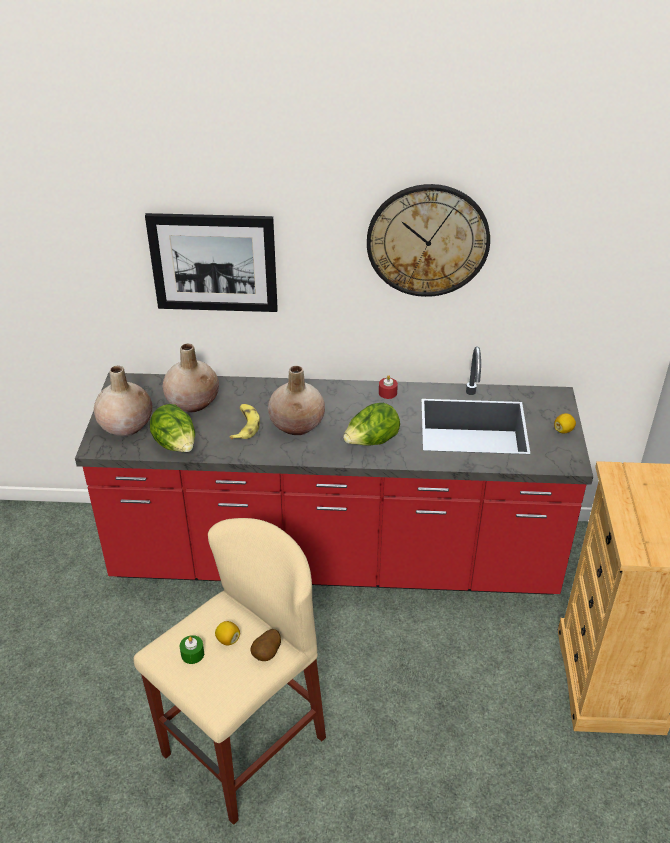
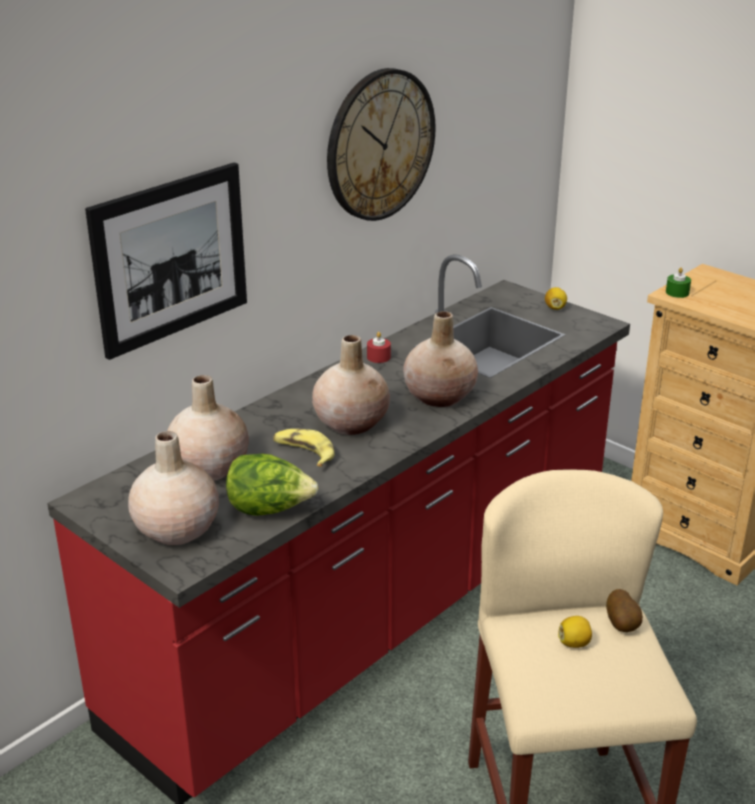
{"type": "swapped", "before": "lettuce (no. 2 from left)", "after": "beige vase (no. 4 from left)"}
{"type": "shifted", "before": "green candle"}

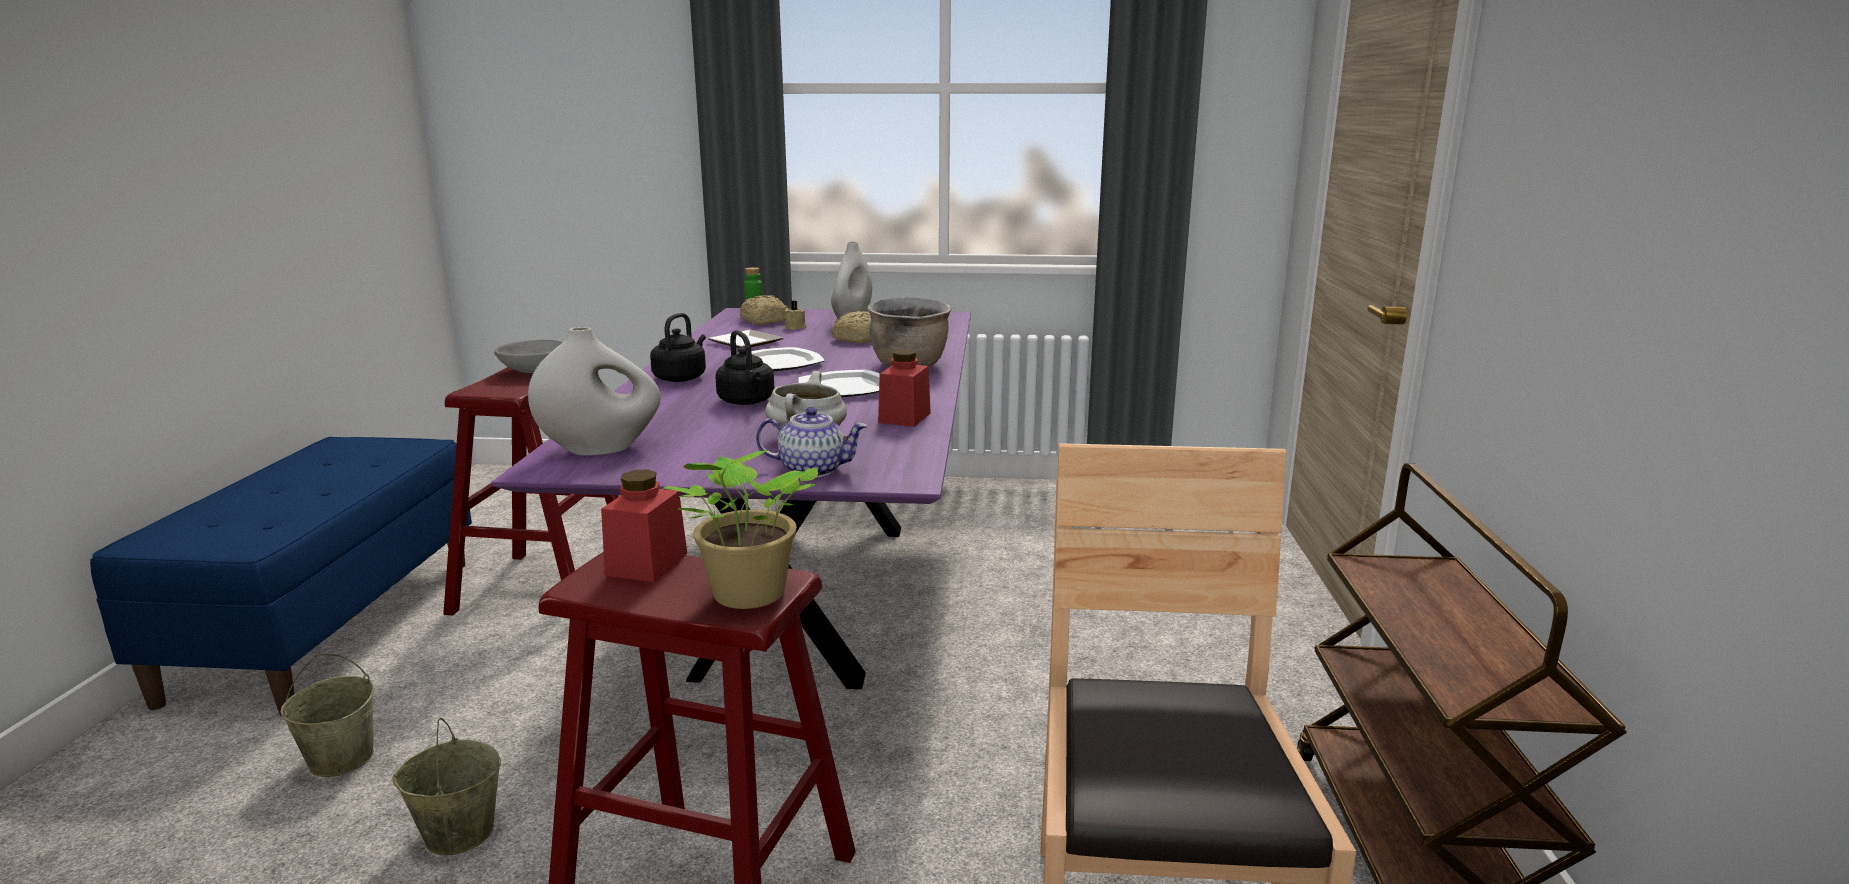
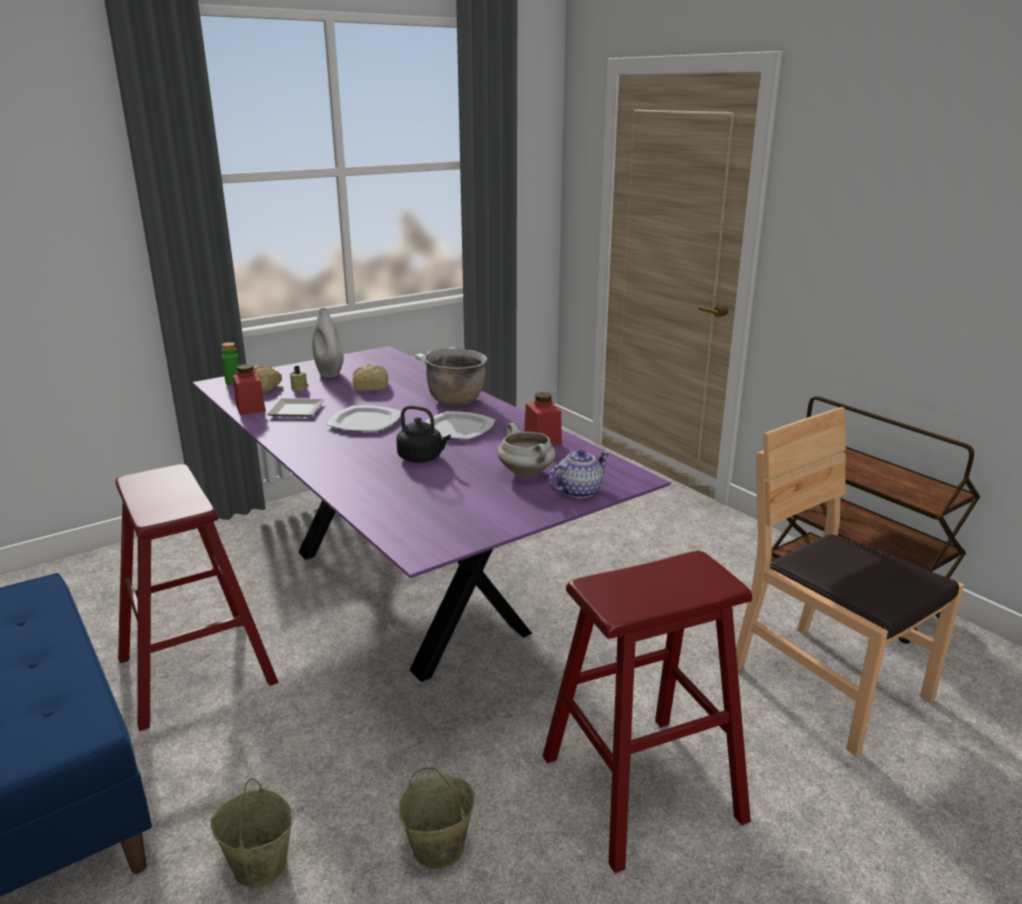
{"type": "shifted", "before": "red jar (no. 1 from left)"}
{"type": "gone", "before": "grey bowl"}
{"type": "gone", "before": "white vase (no. 1 from left)"}
{"type": "gone", "before": "black kettle (no. 1 from left)"}
{"type": "gone", "before": "potted plant"}

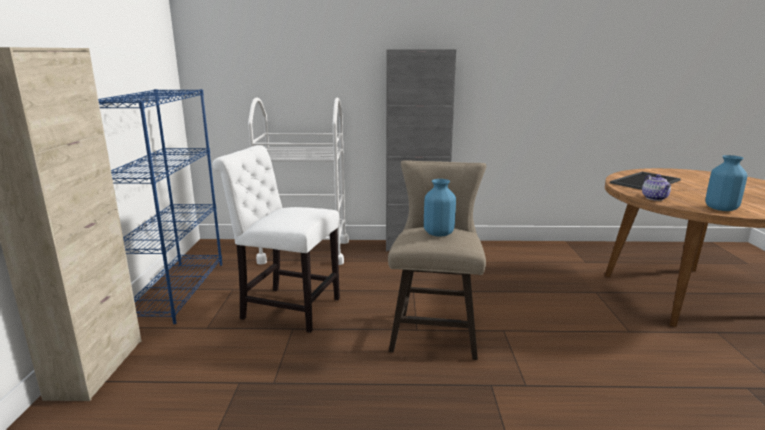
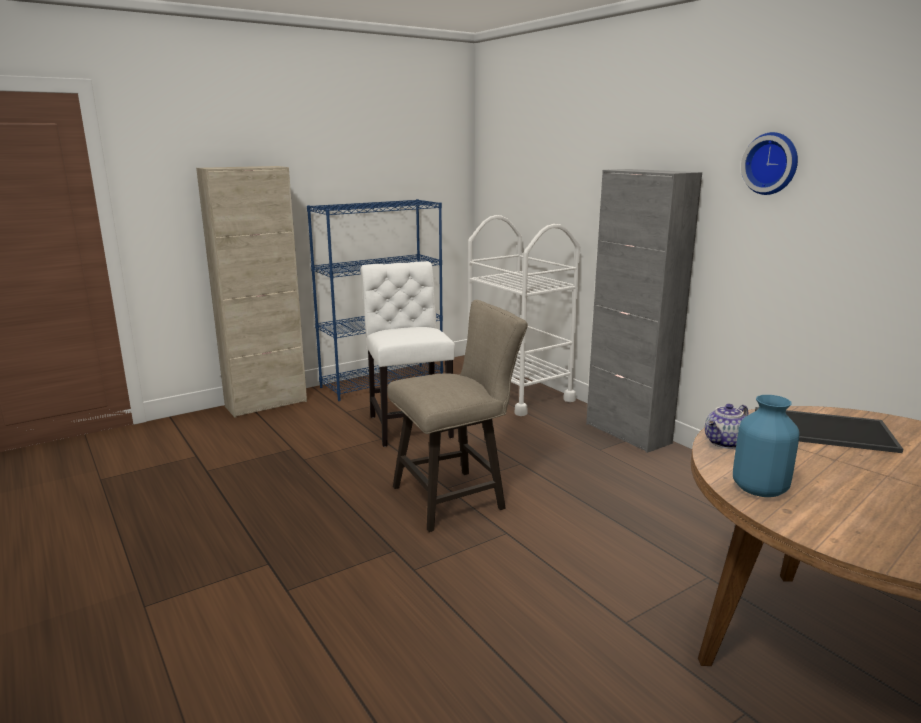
{"type": "new", "after": "wall clock"}
{"type": "gone", "before": "blue vase (no. 1 from left)"}

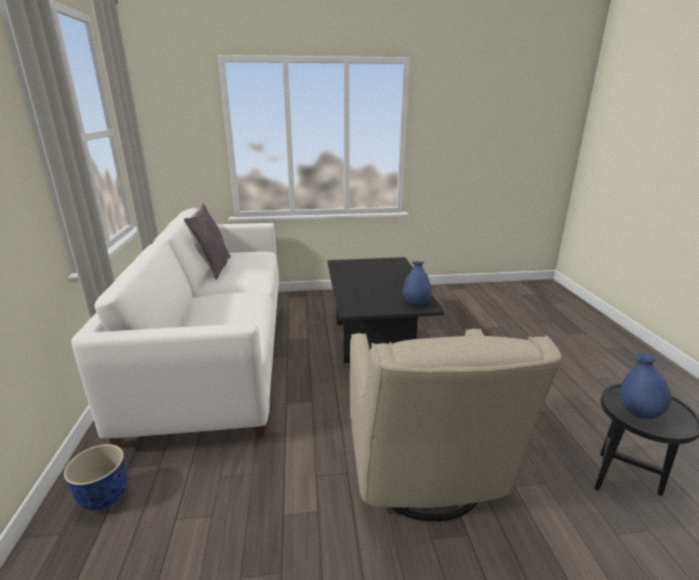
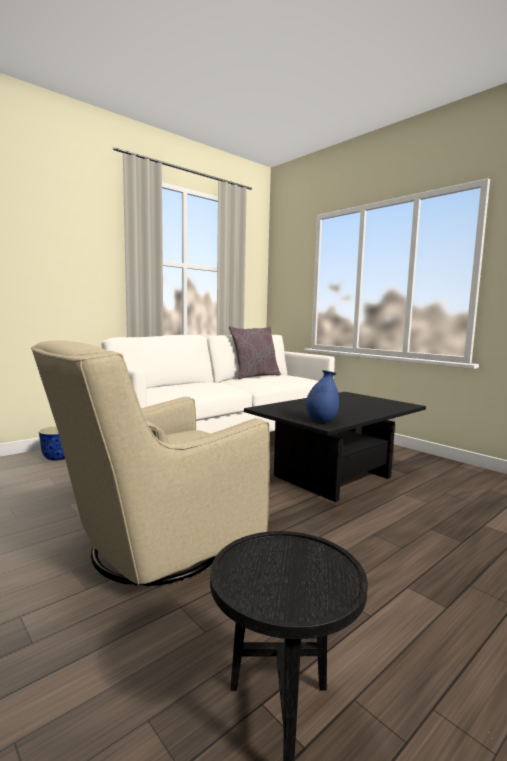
{"type": "gone", "before": "blue vase (no. 2 from left)"}

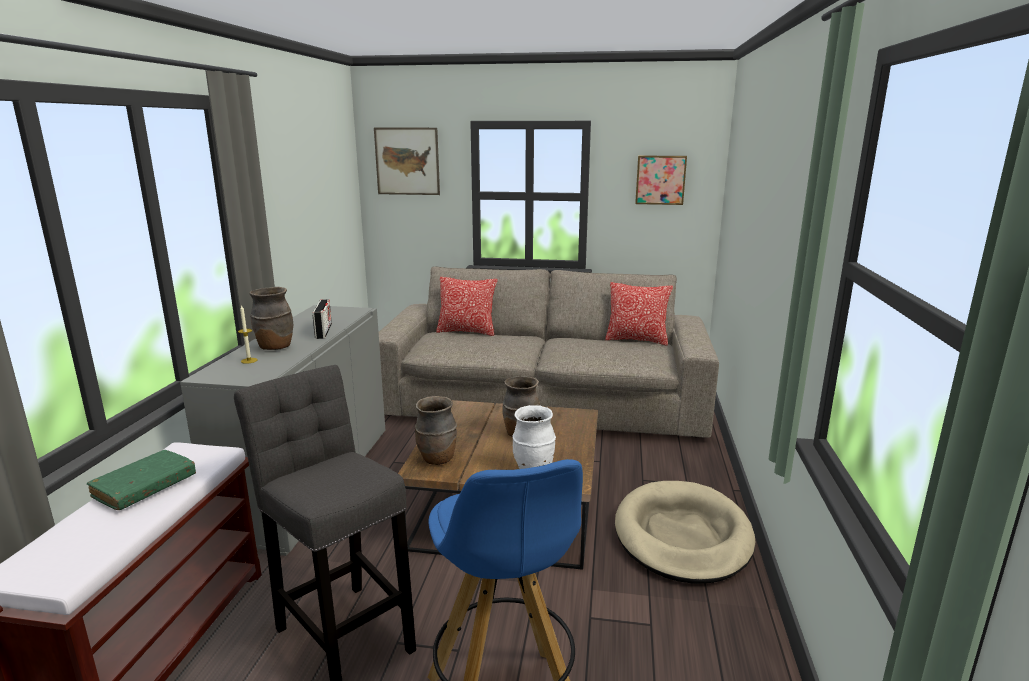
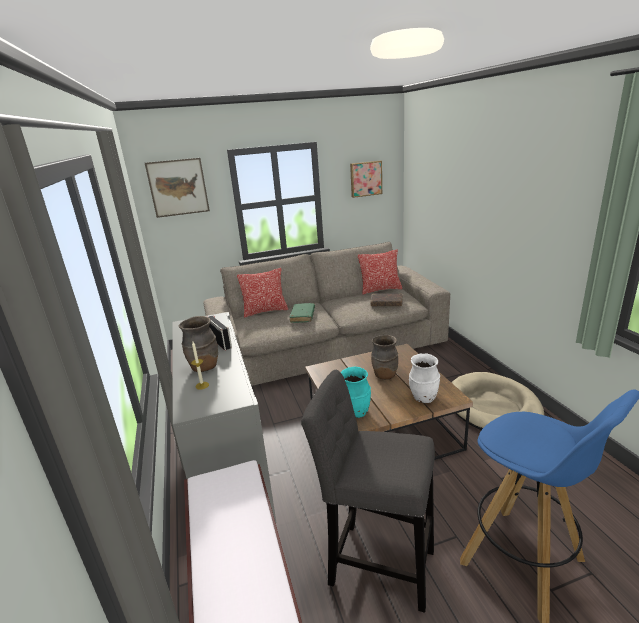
{"type": "shifted", "before": "green book"}
{"type": "repainted", "before": "brown vase (no. 2 from left)", "after": "turquoise vase"}
{"type": "new", "after": "brown book"}

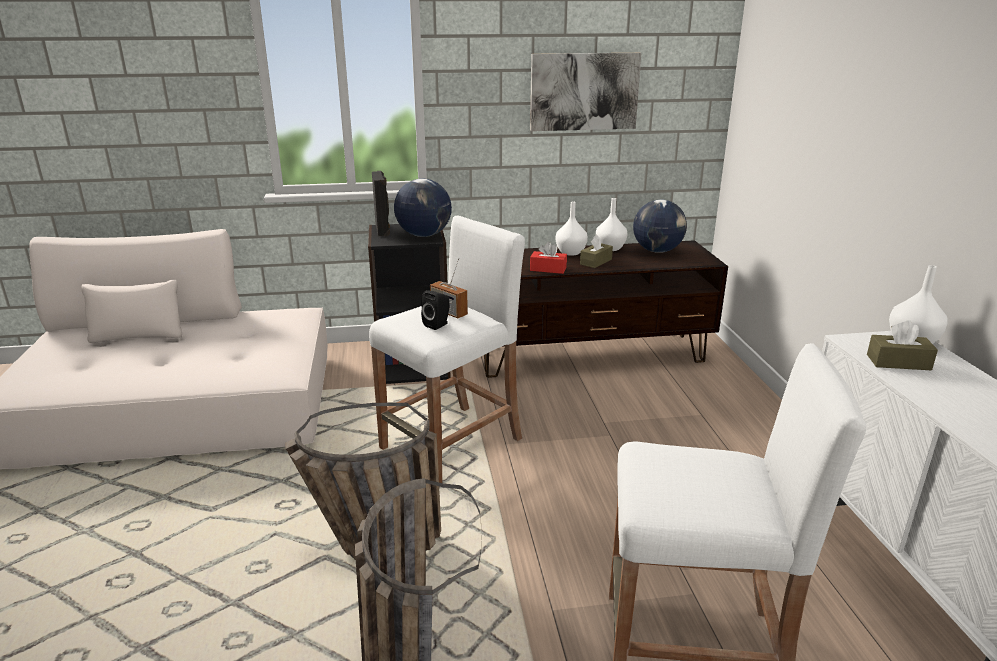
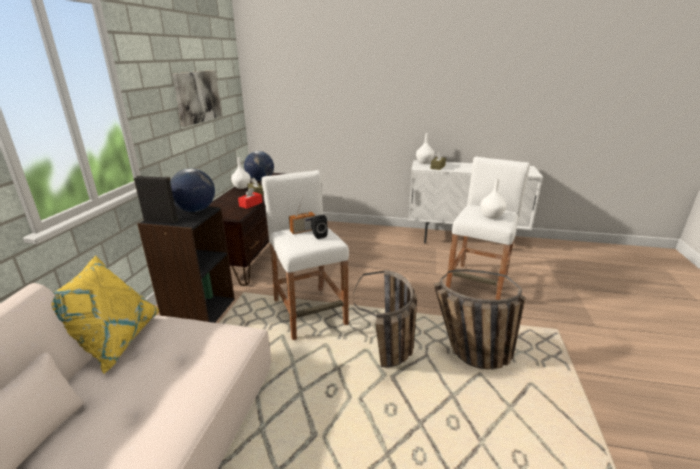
{"type": "new", "after": "yellow pillow"}
{"type": "shifted", "before": "white vase (no. 1 from left in the first image)", "after": "white vase (no. 3 from left)"}

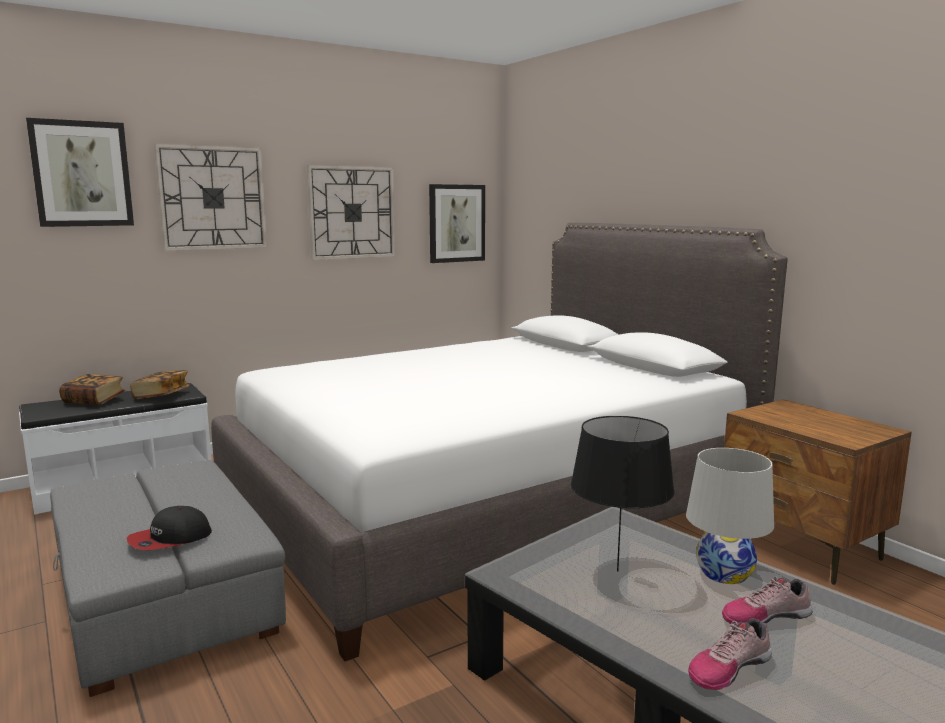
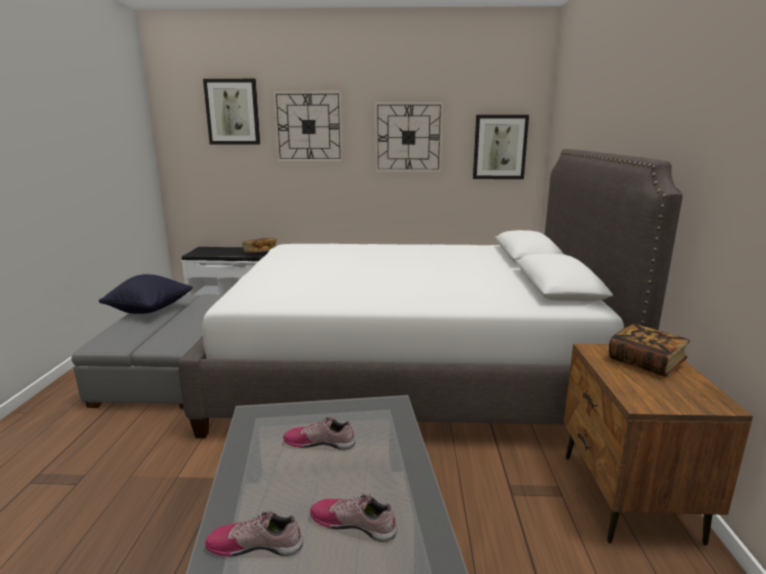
{"type": "new", "after": "black pillow"}
{"type": "swapped", "before": "black table lamp", "after": "shoe (no. 2 from left)"}
{"type": "shifted", "before": "book (no. 1 from left in the first image)", "after": "book (no. 2 from left)"}
{"type": "gone", "before": "cap"}
{"type": "gone", "before": "white table lamp"}

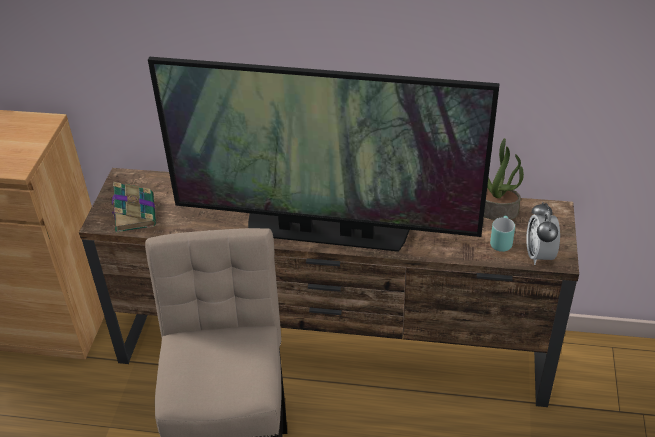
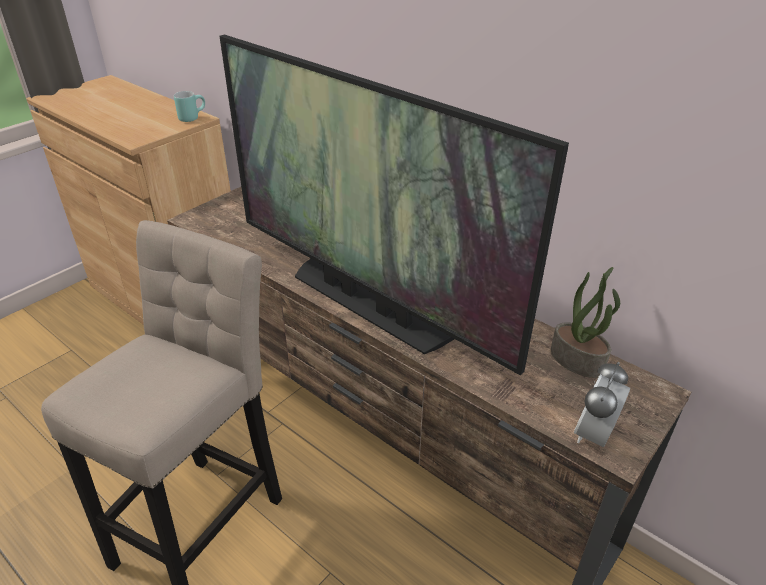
{"type": "shifted", "before": "turquoise mug"}
{"type": "gone", "before": "book"}

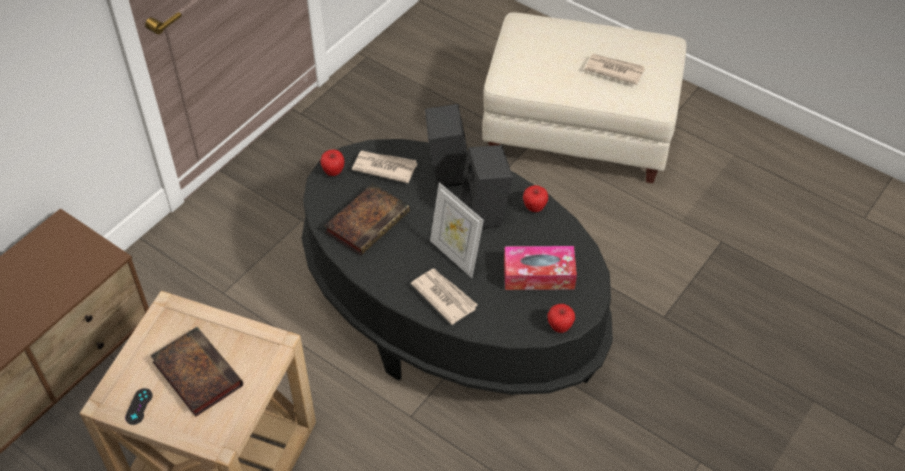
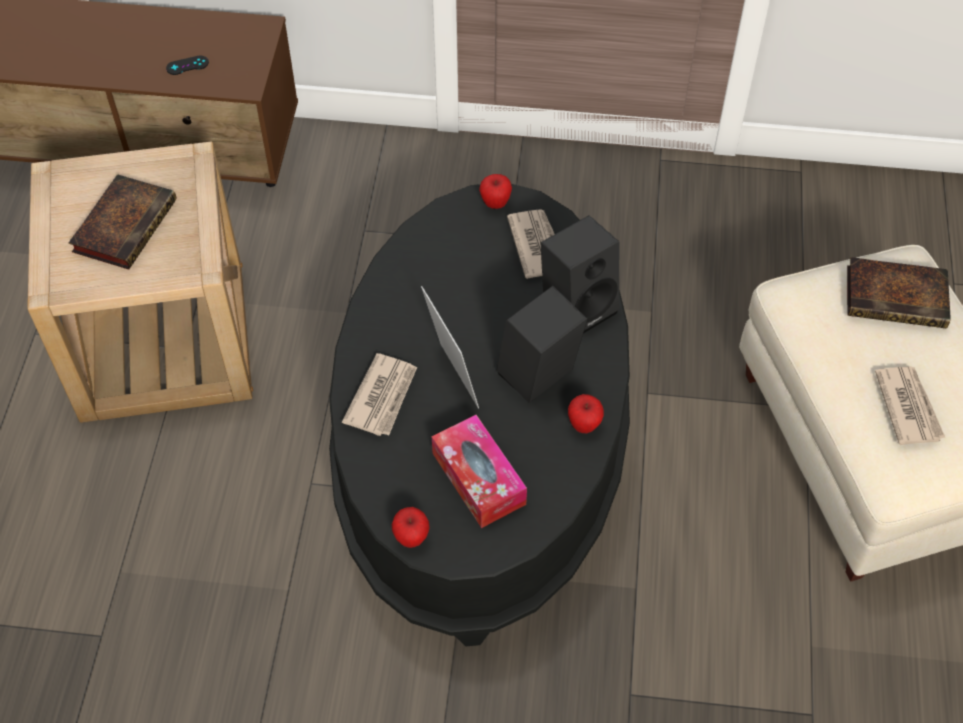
{"type": "shifted", "before": "black game controller"}
{"type": "rotated", "before": "picture frame", "turn": 135}
{"type": "shifted", "before": "book (no. 2 from left)"}

